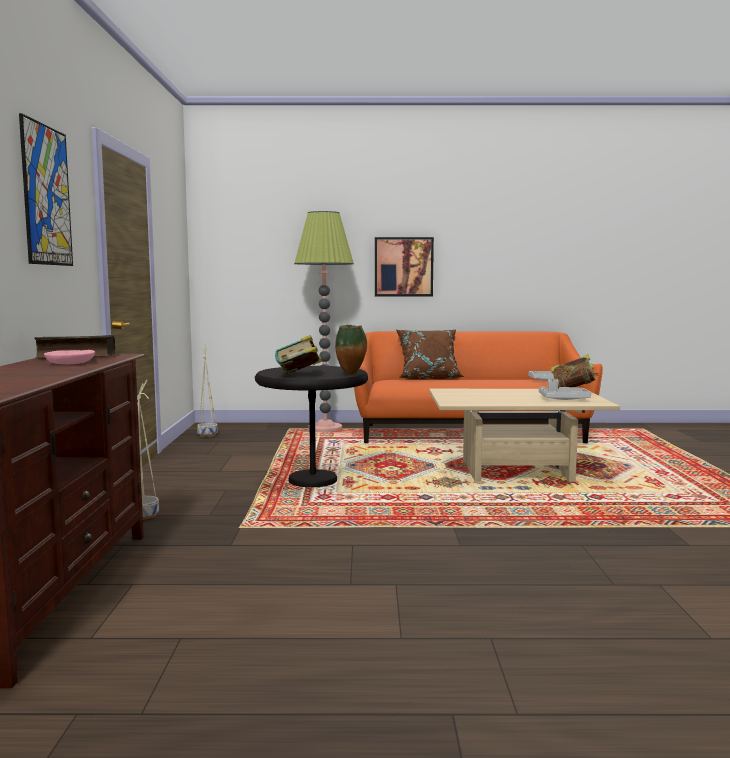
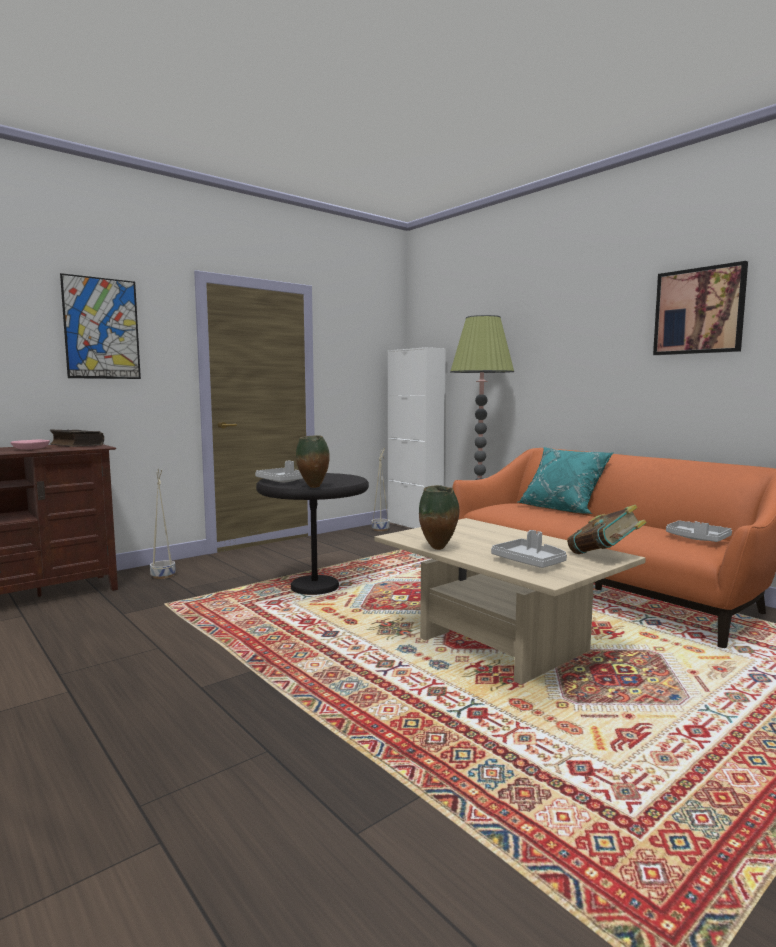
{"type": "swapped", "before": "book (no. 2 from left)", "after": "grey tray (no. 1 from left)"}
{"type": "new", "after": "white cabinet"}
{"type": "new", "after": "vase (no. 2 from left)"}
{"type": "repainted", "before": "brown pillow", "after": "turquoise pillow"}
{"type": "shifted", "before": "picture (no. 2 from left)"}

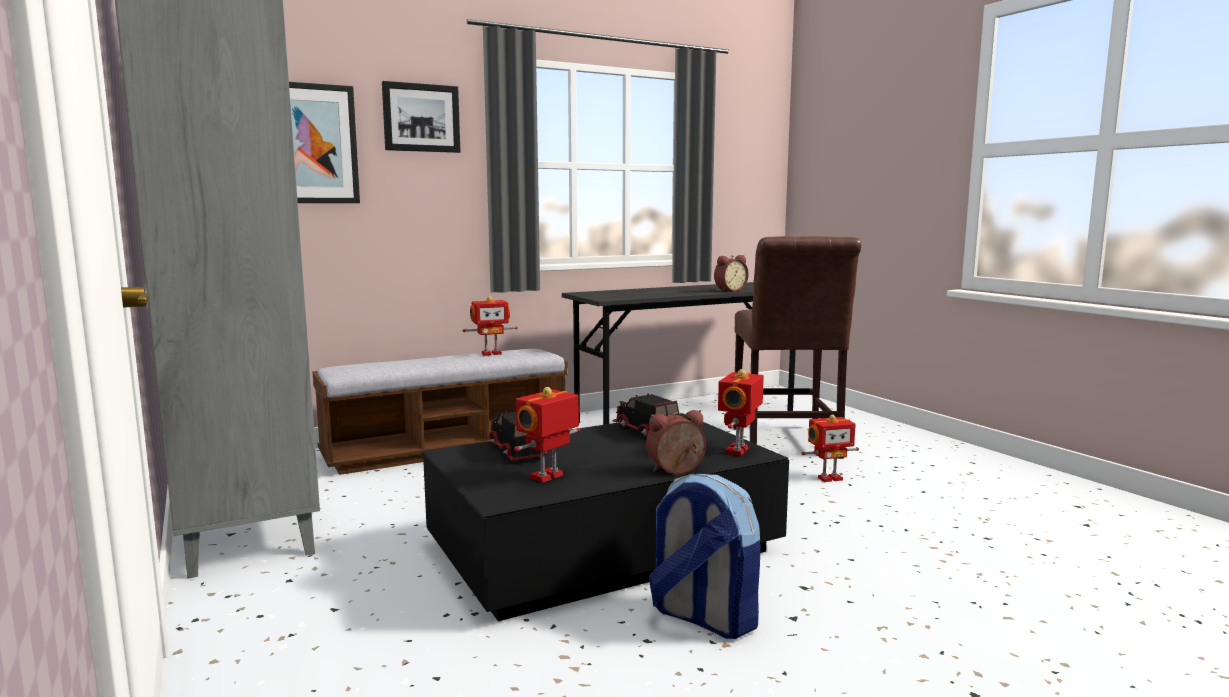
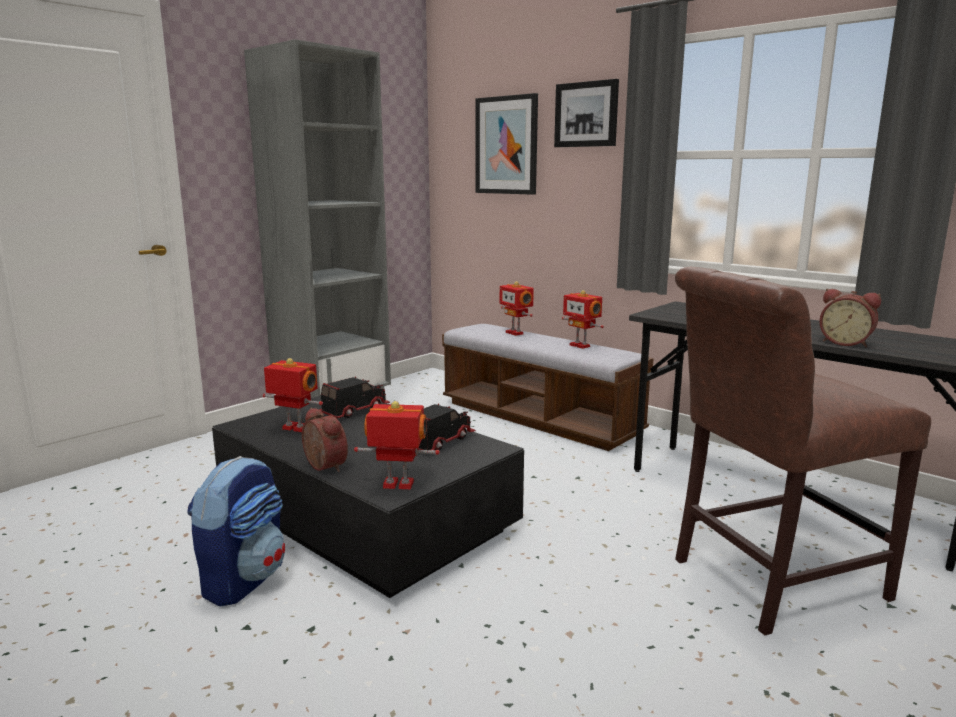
{"type": "shifted", "before": "toy robot (no. 4 from left in the first image)", "after": "toy robot (no. 3 from left)"}

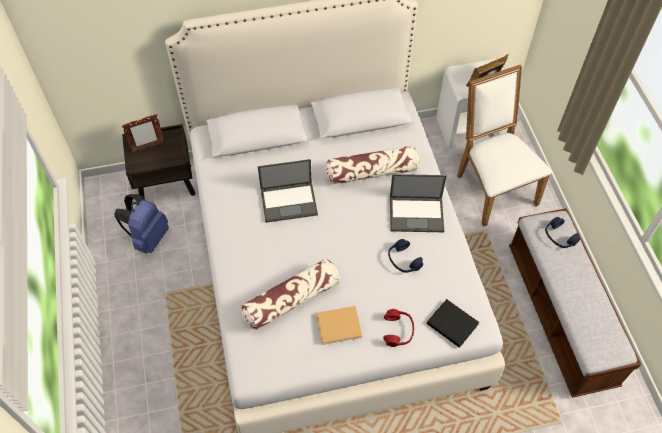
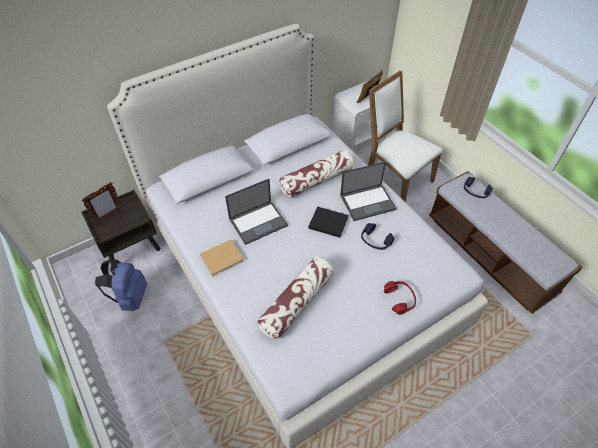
{"type": "shifted", "before": "beige book"}
{"type": "shifted", "before": "black book"}

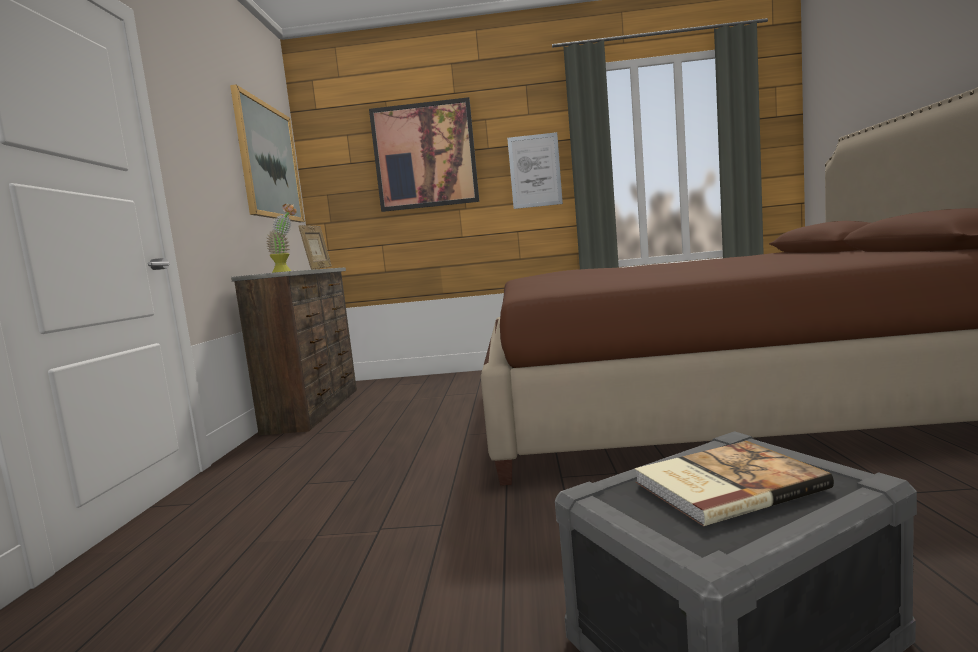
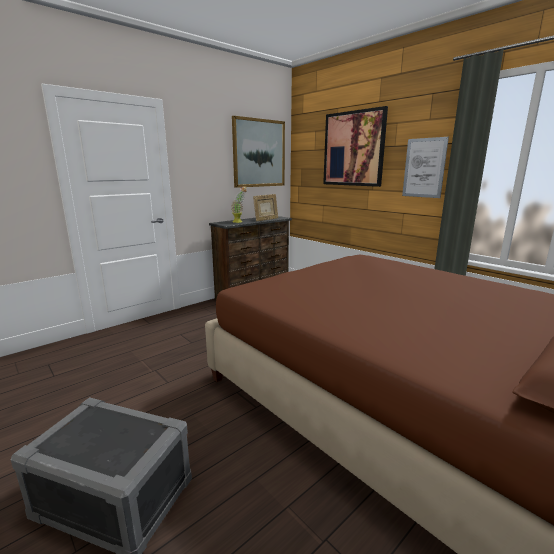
{"type": "gone", "before": "book"}

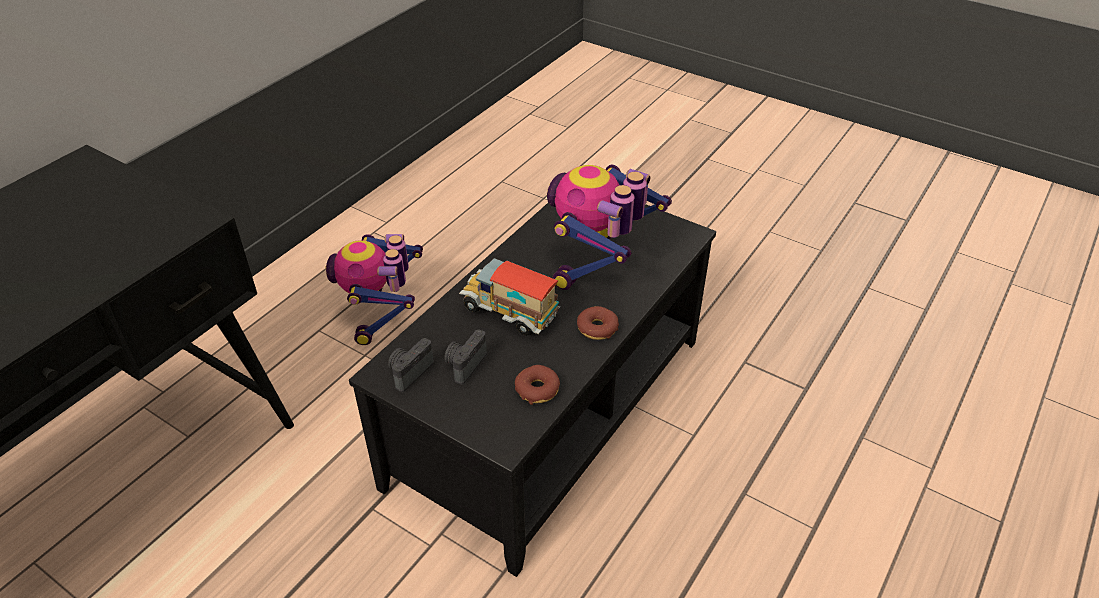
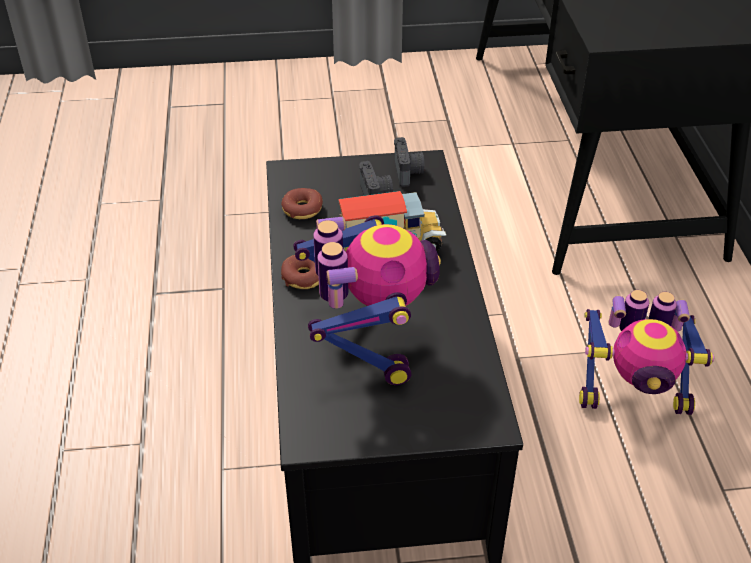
{"type": "rotated", "before": "toy robot (no. 1 from left in the first image)", "turn": 135}

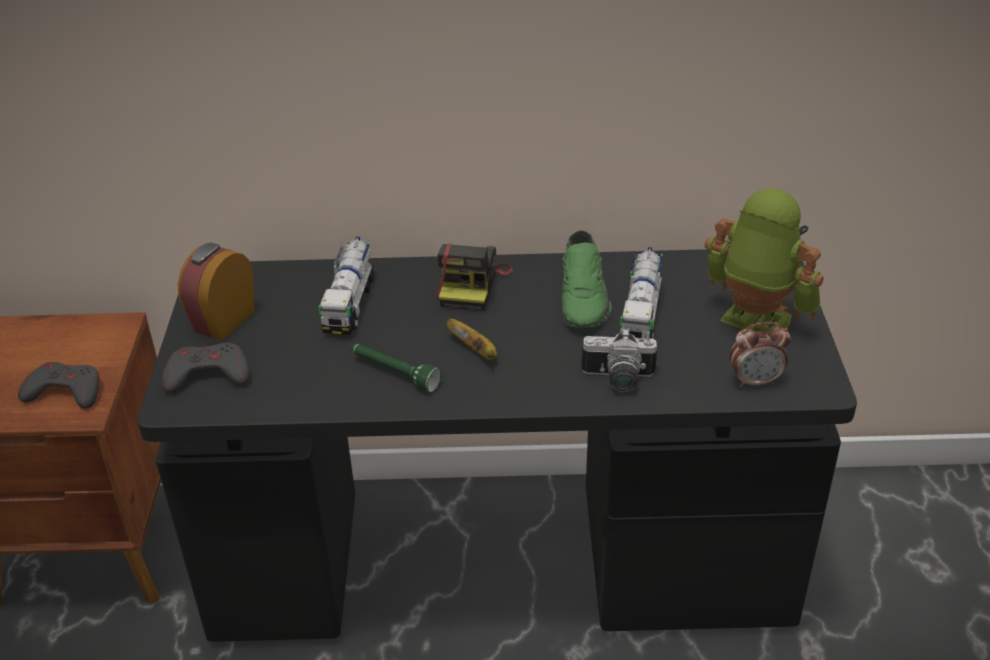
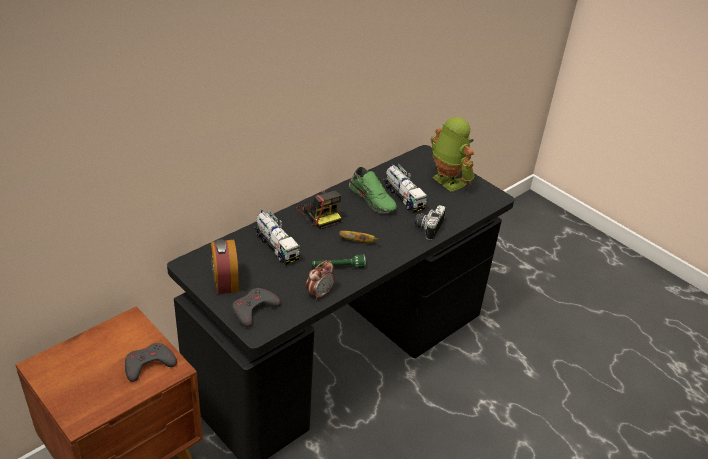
{"type": "shifted", "before": "alarm clock (no. 2 from left)"}
{"type": "rotated", "before": "photo camera (no. 2 from left)", "turn": 150}
{"type": "rotated", "before": "toy robot", "turn": 60}

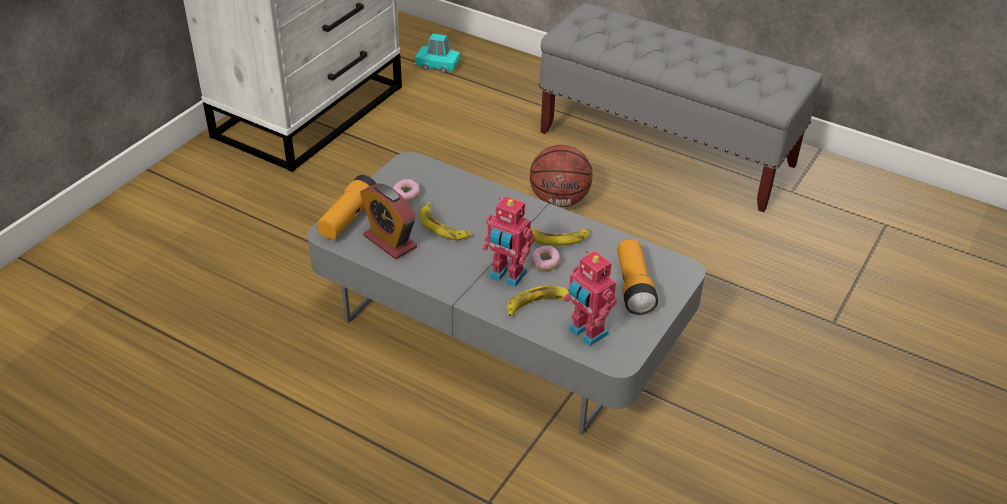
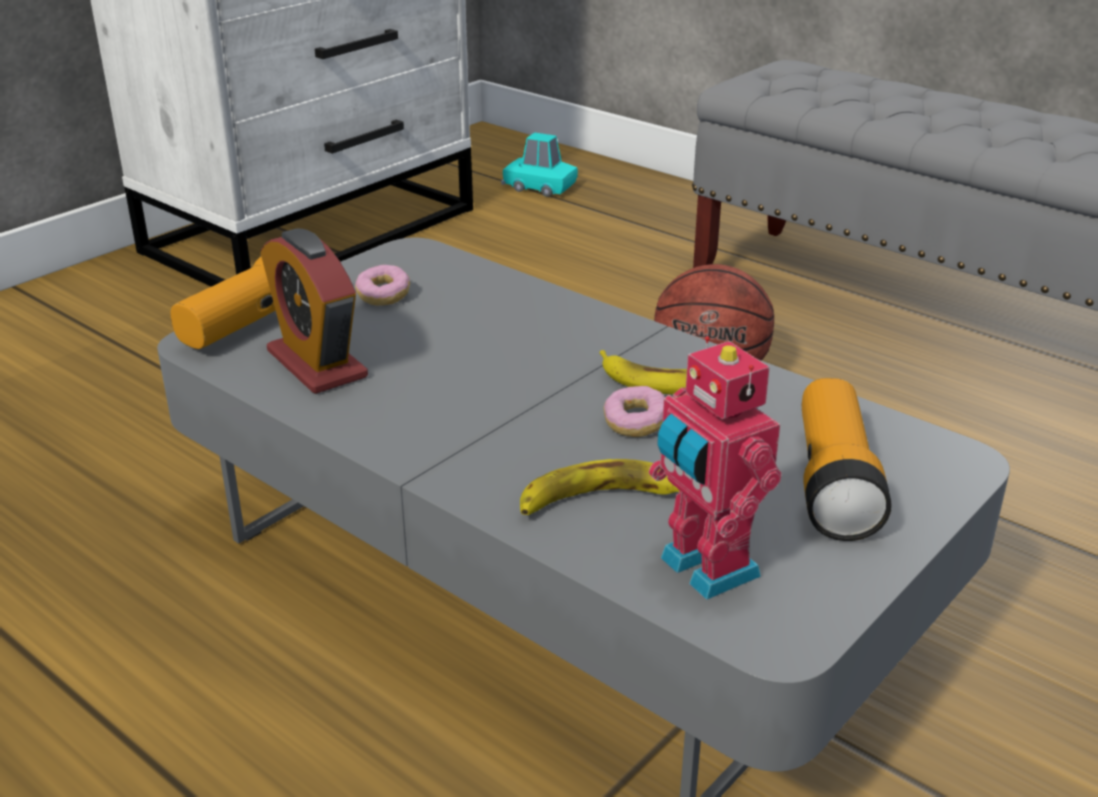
{"type": "gone", "before": "banana (no. 1 from left)"}
{"type": "gone", "before": "toy robot (no. 1 from left)"}

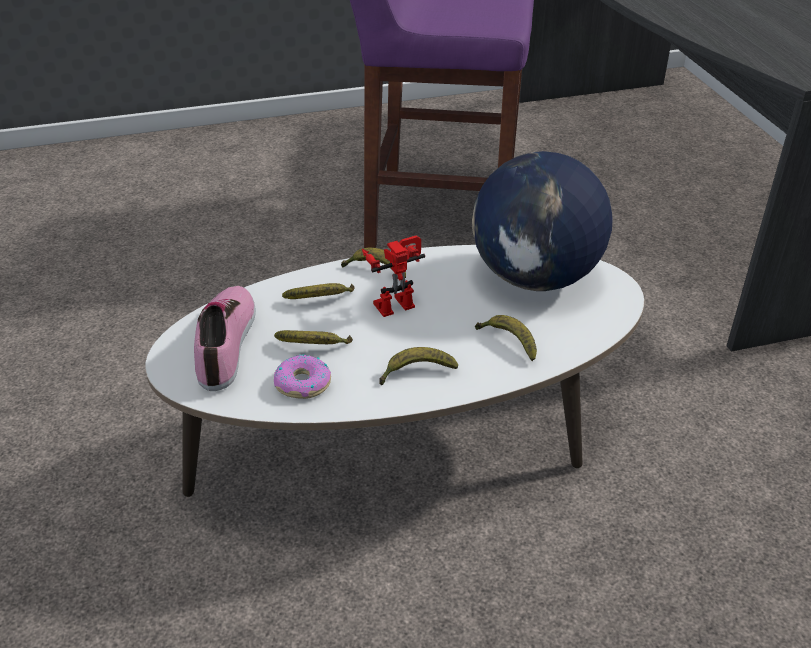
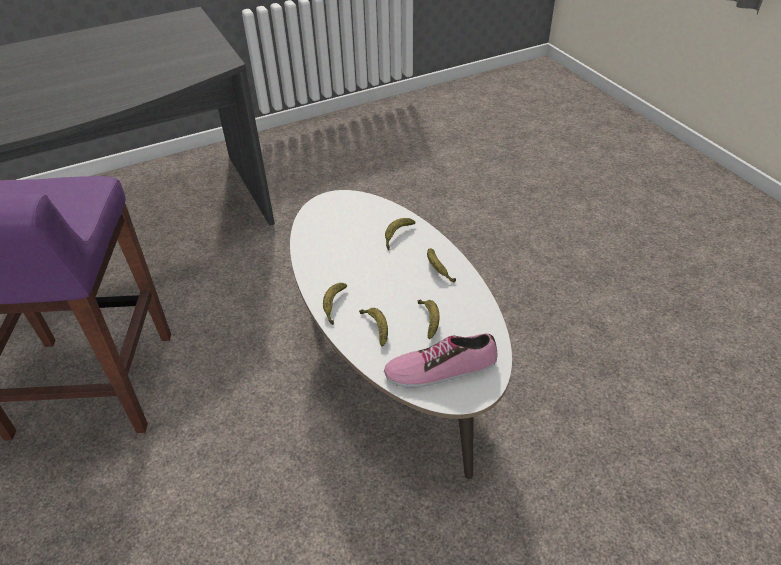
{"type": "gone", "before": "donut"}
{"type": "gone", "before": "toy robot"}
{"type": "gone", "before": "globe"}

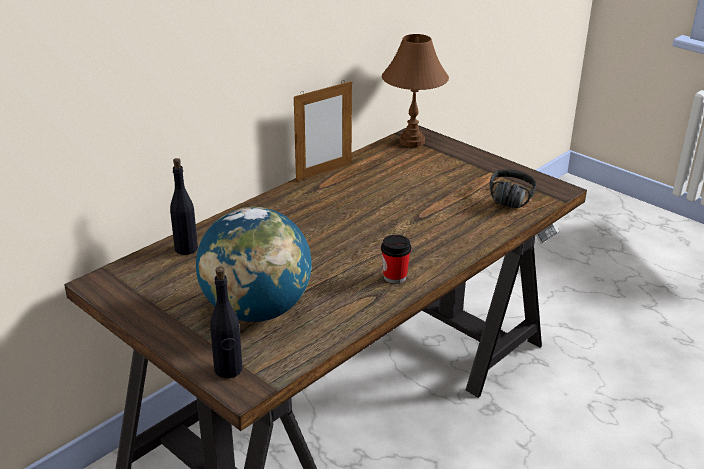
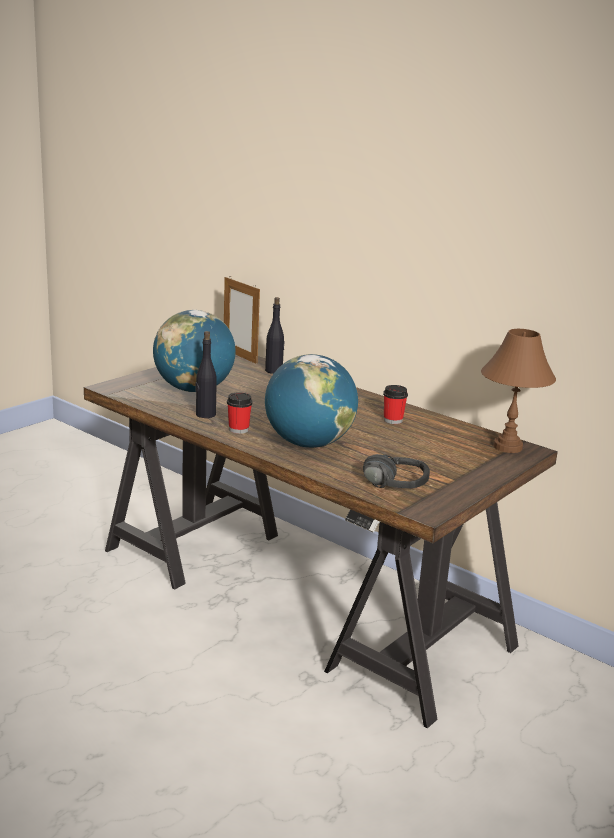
{"type": "shifted", "before": "black bottle (no. 2 from left in the first image)", "after": "black bottle (no. 1 from left)"}
{"type": "shifted", "before": "picture frame"}
{"type": "new", "after": "globe (no. 2 from left)"}
{"type": "new", "after": "cup (no. 2 from left)"}

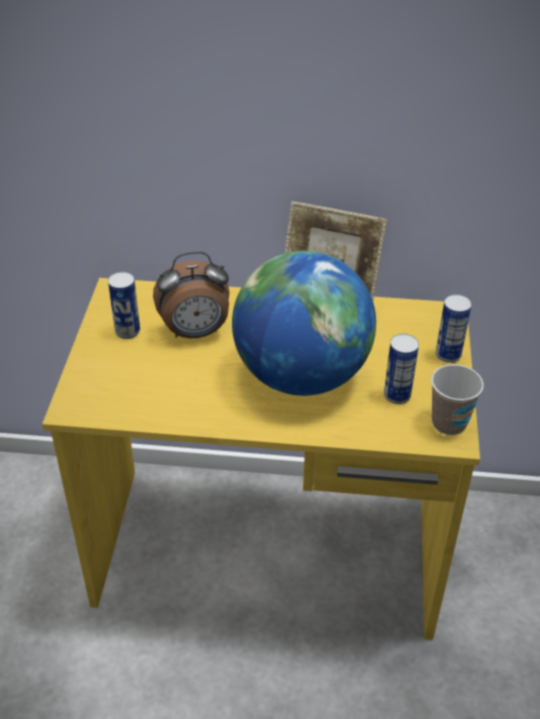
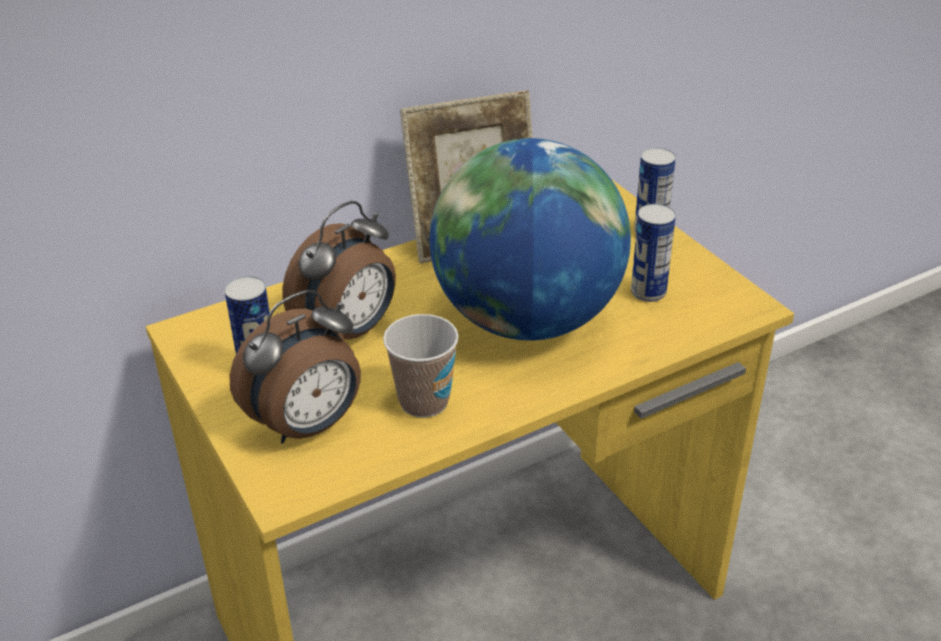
{"type": "new", "after": "alarm clock (no. 1 from left)"}
{"type": "shifted", "before": "cup"}

